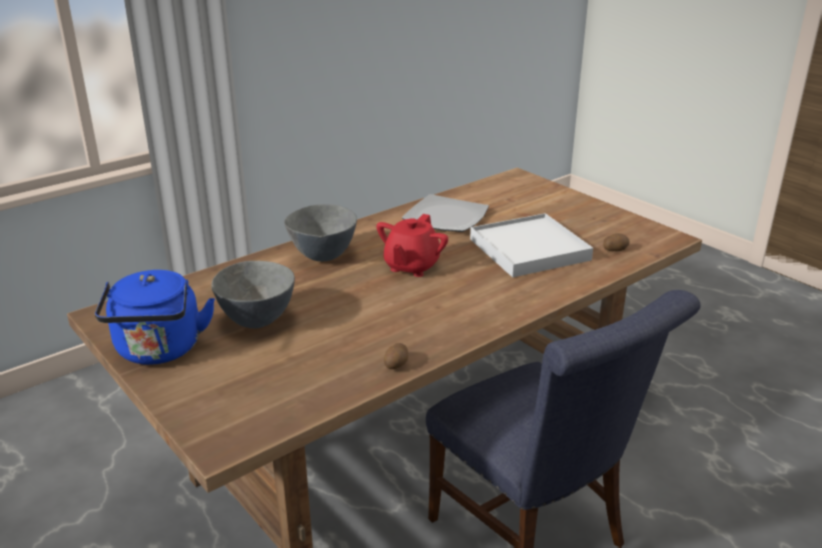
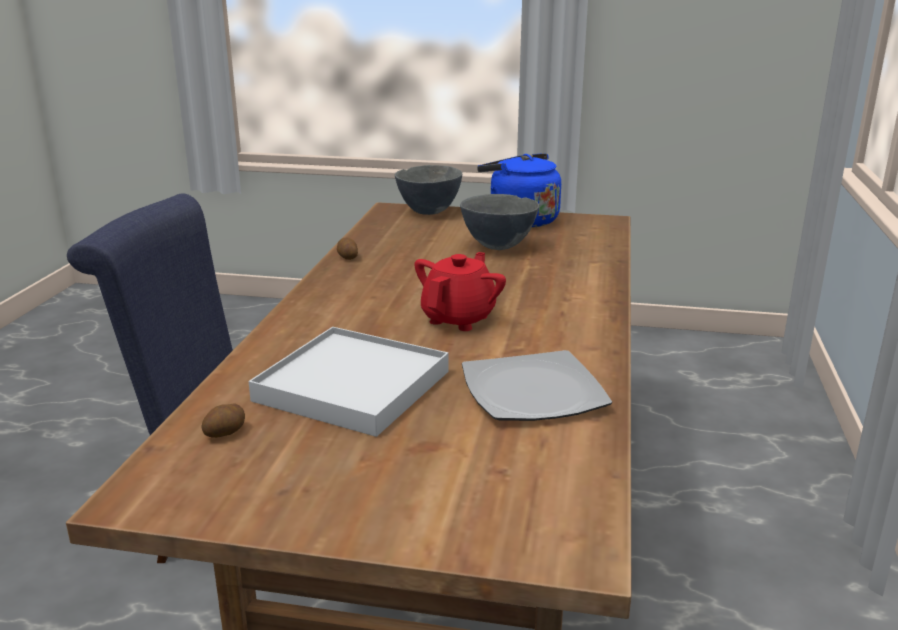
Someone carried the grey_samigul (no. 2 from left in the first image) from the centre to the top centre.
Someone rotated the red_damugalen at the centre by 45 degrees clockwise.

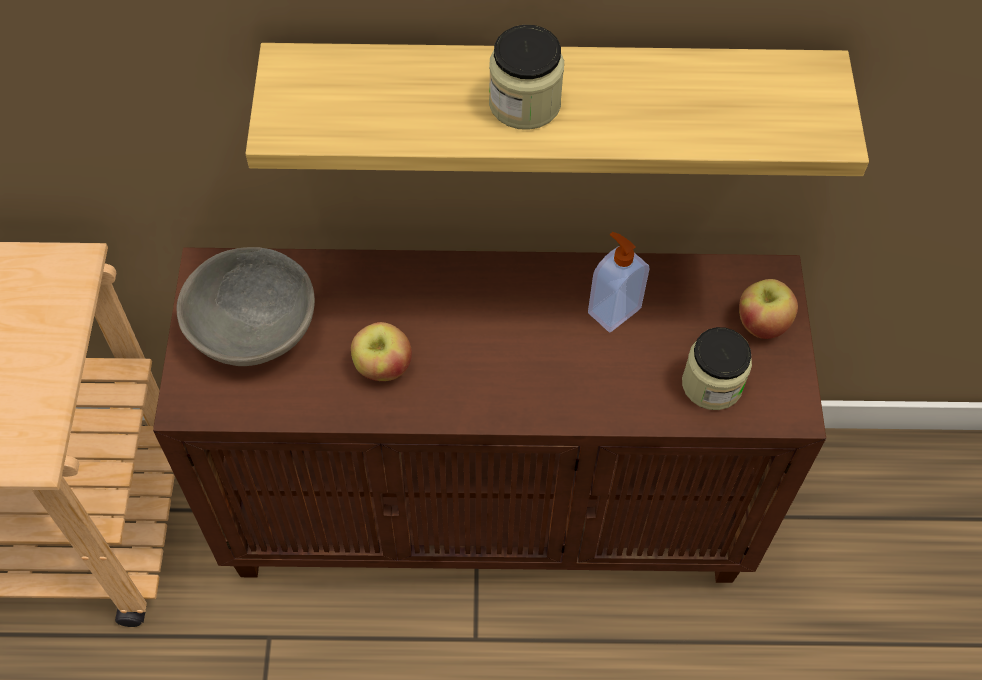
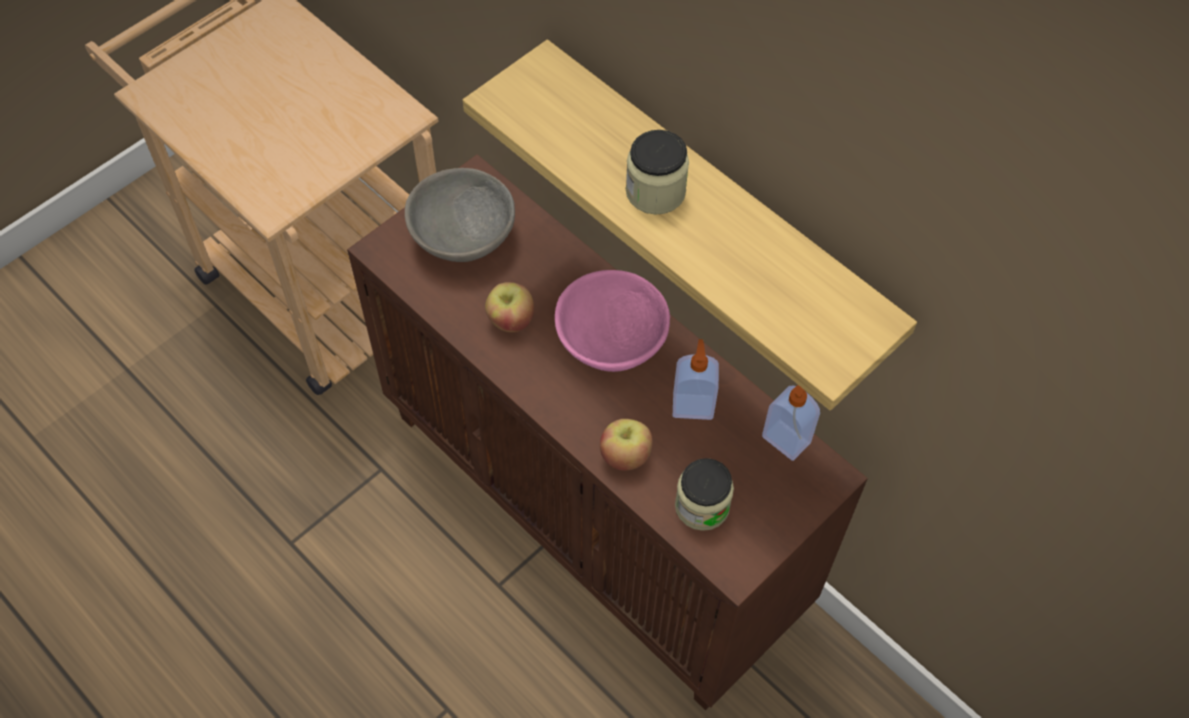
Someone put down the pink_samigul at the centre.
Someone put down the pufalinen (no. 2 from left) at the centre.
Someone carried the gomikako (no. 2 from left) from the middle right to the centre.

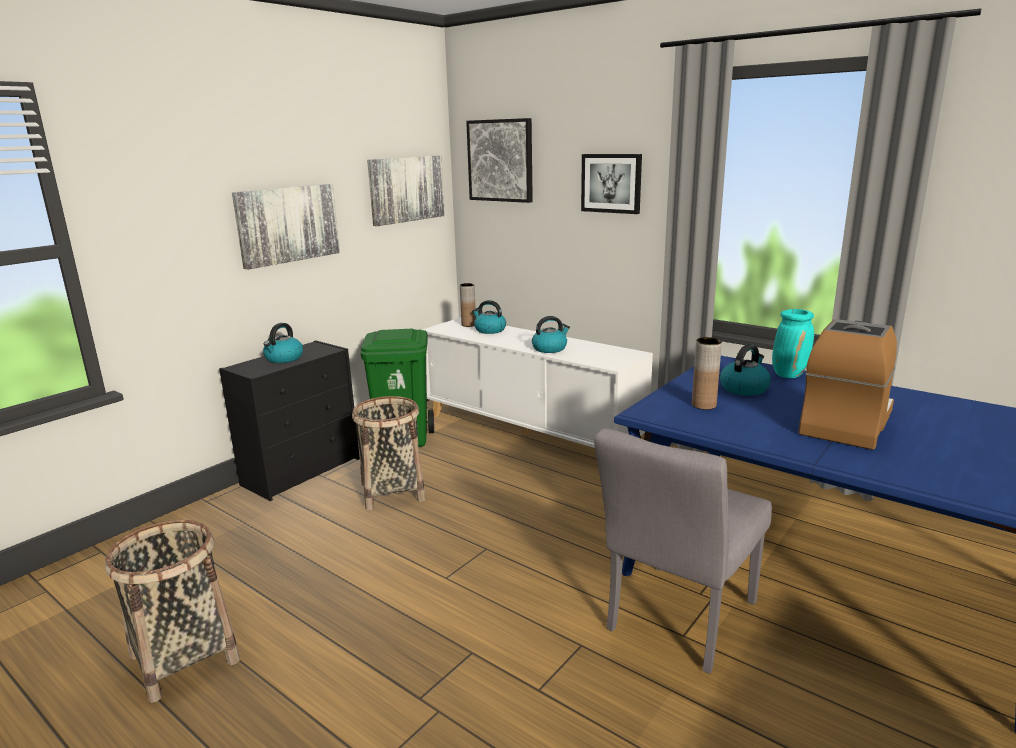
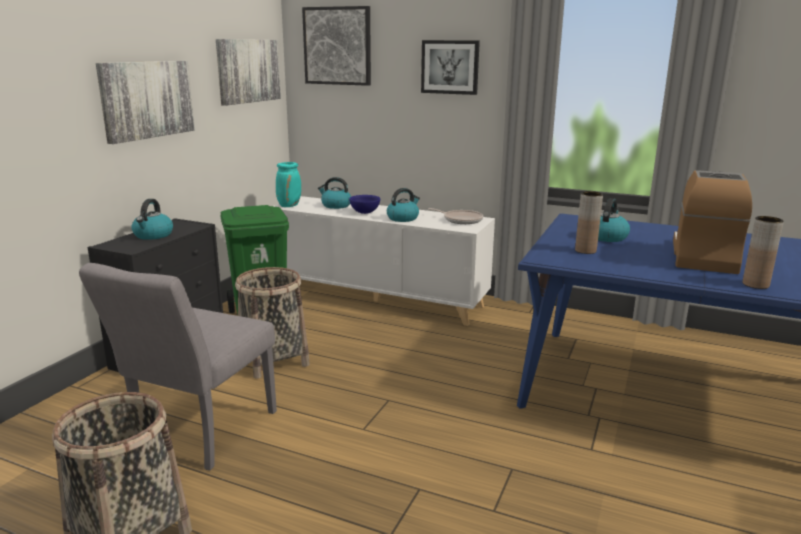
Someone put down the blue_samigul at the centre.
Someone put down the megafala at the centre.
Someone carried the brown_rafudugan (no. 1 from left in the first image) from the centre to the middle right.
Someone carried the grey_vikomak from the bottom right to the bottom left.
Someone carried the turquoise_rafudugan from the middle right to the centre.

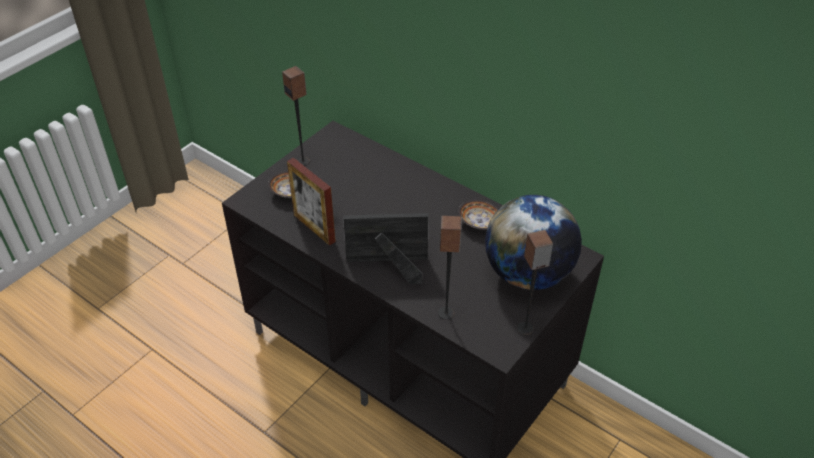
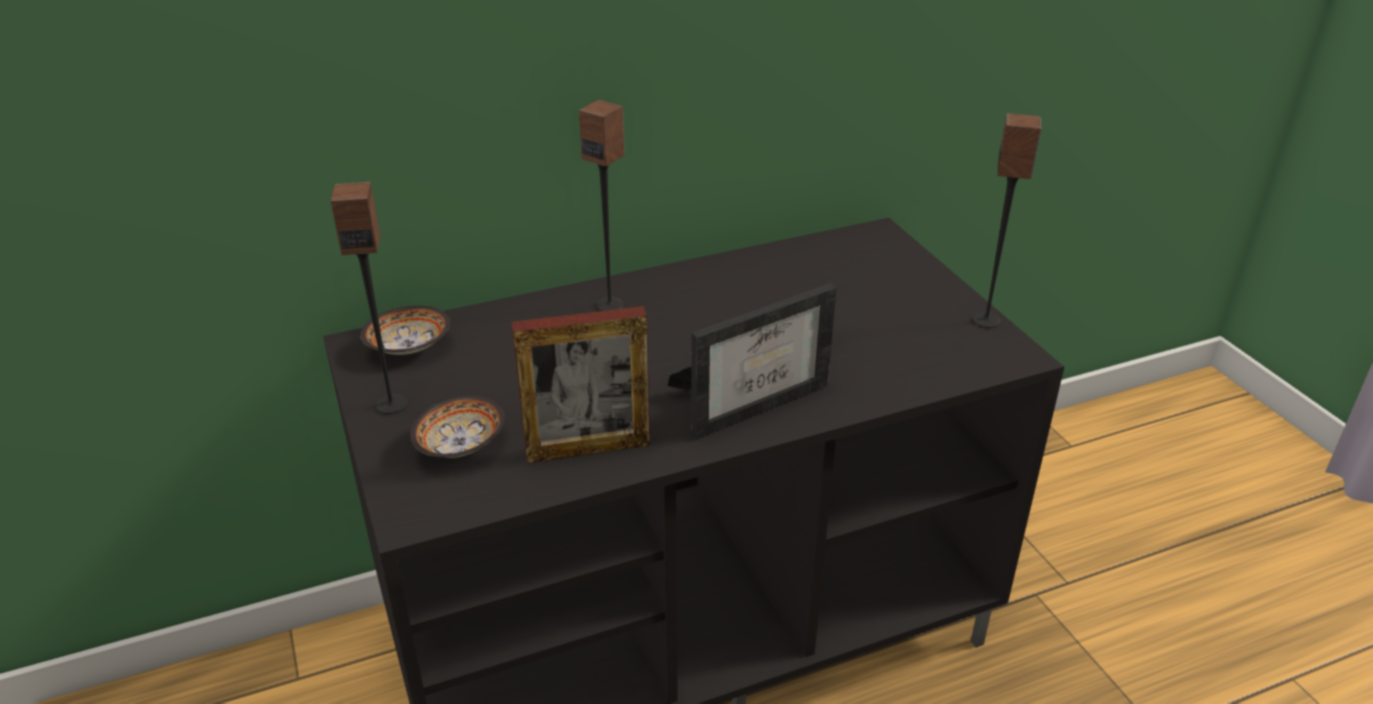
Someone took away the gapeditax at the centre.
Someone carried the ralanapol (no. 2 from left) from the centre to the top centre.
Someone carried the samigul (no. 2 from left in the first image) from the centre to the middle left.
Someone rotated the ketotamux (no. 2 from left) at the centre by 150 degrees counterclockwise.

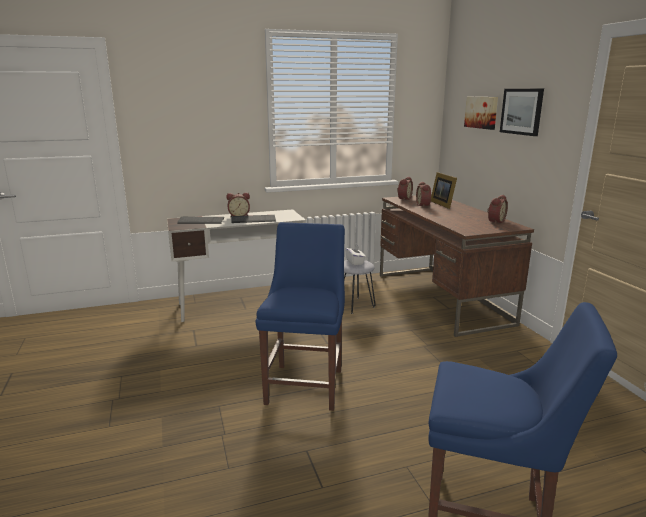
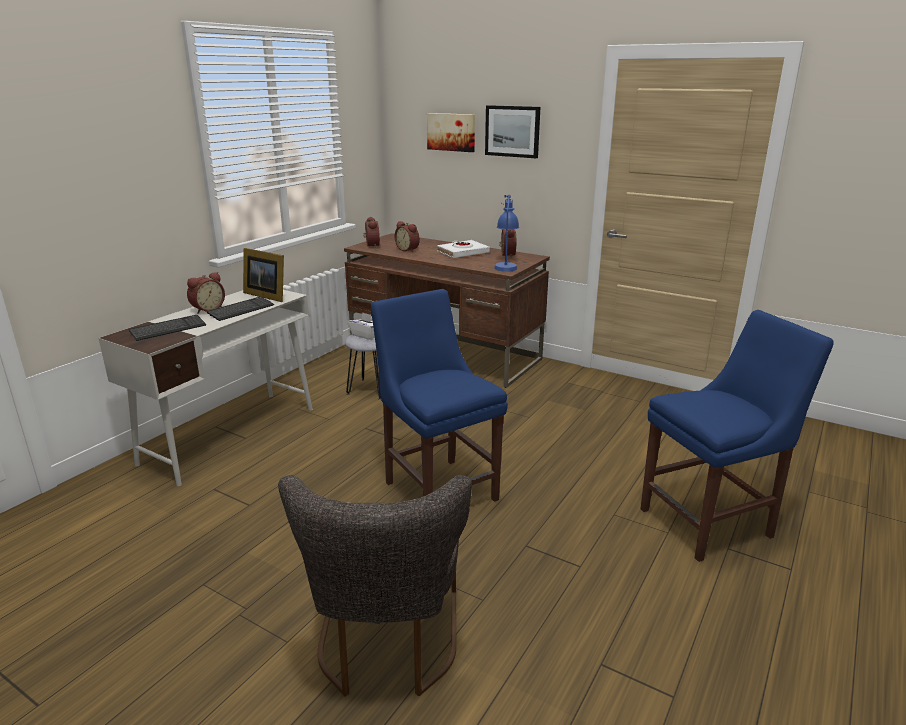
Someone put down the grey_vikomak at the bottom centre.
Someone put down the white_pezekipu at the centre.
Someone put down the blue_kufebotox at the top centre.
Someone carried the ketotamux from the middle right to the middle left.

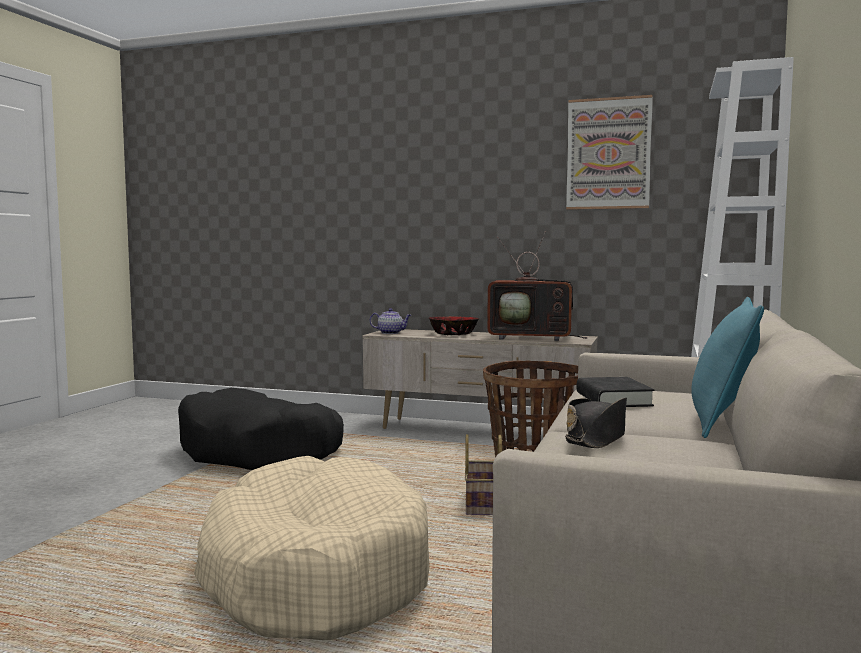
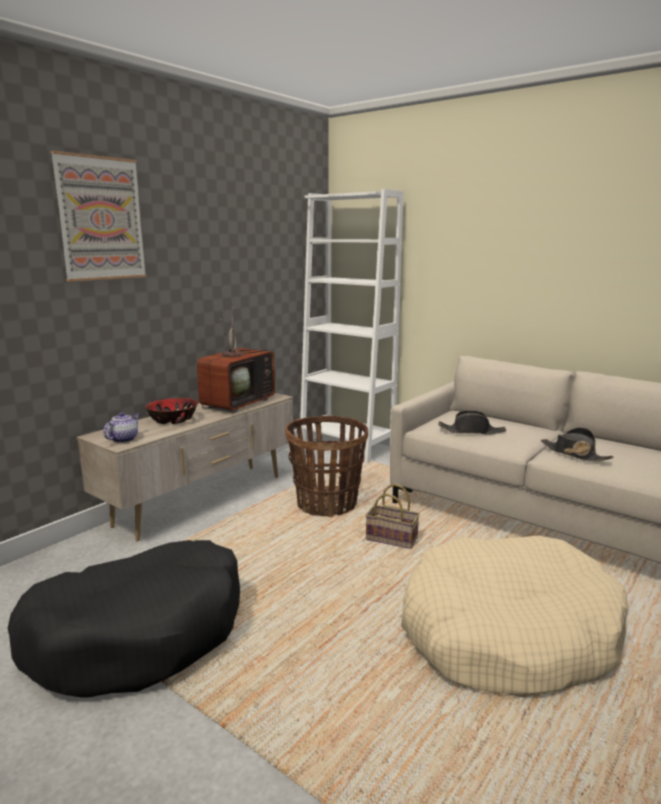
Someone took away the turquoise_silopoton at the middle right.
Someone carried the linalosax from the top right to the top left.
Someone swapped the black_pezekipu at the middle right for the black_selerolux (no. 1 from left) at the middle right.

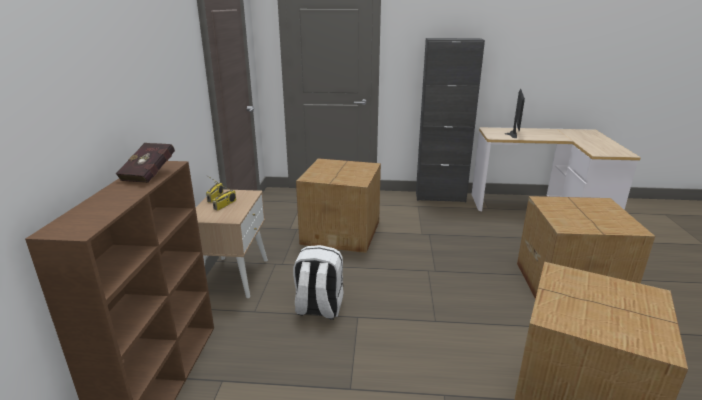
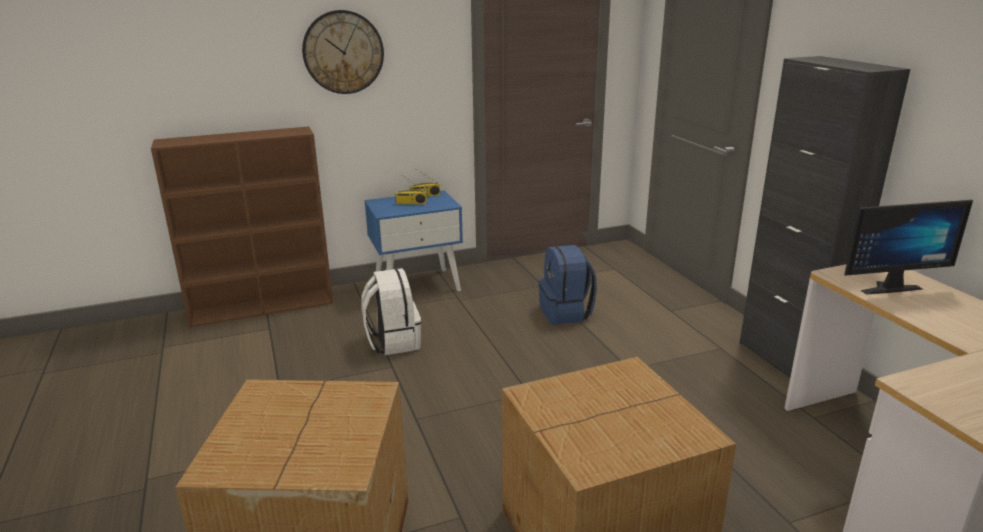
Someone took away the red_pezekipu at the middle left.
Someone put up the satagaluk at the top centre.
Someone swapped the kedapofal (no. 1 from left) at the centre for the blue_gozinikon at the centre.
Someone repainted the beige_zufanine at the middle left, which became the blue_zufanine at the centre.

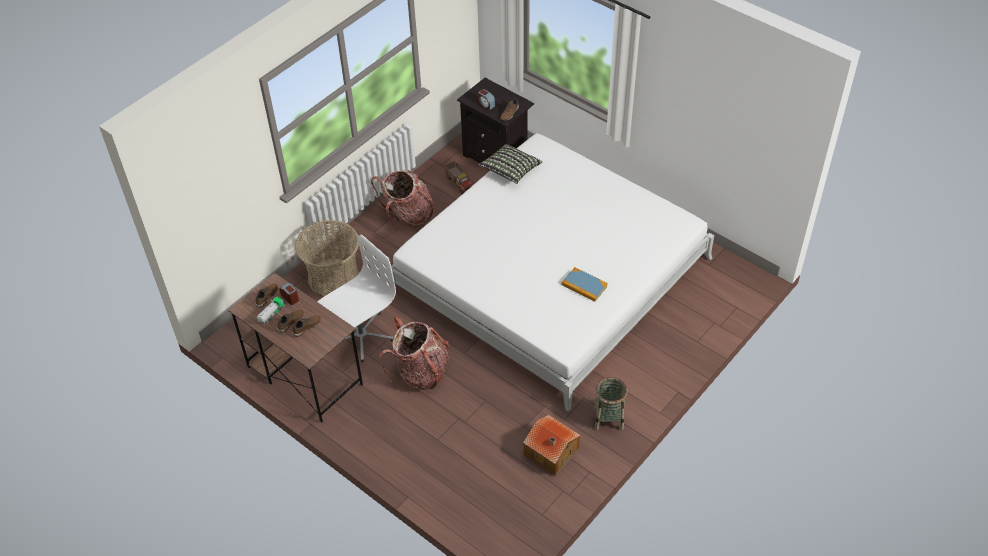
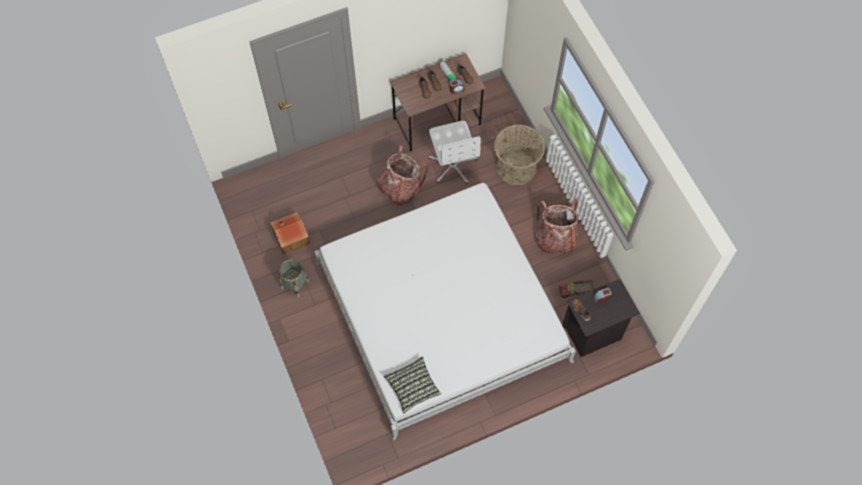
Someone took away the pezekipu at the centre.
Someone carried the silopoton from the top centre to the bottom centre.

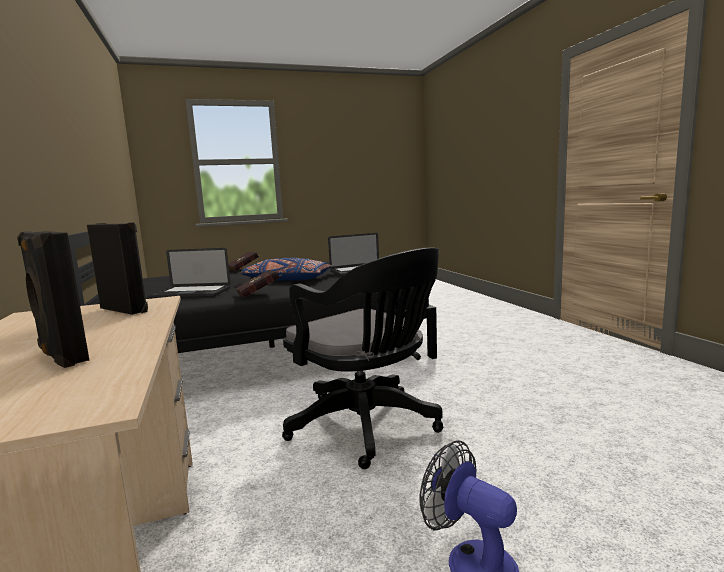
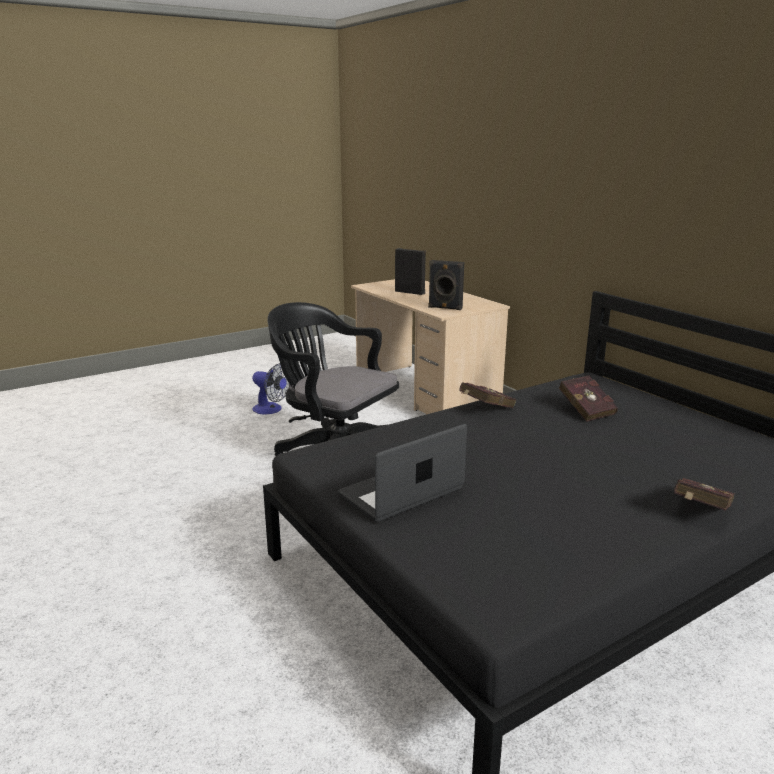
Someone took away the blue_silopoton at the centre.
Someone swapped the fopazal (no. 1 from left) at the middle left for the red_pezekipu (no. 2 from left) at the middle right.

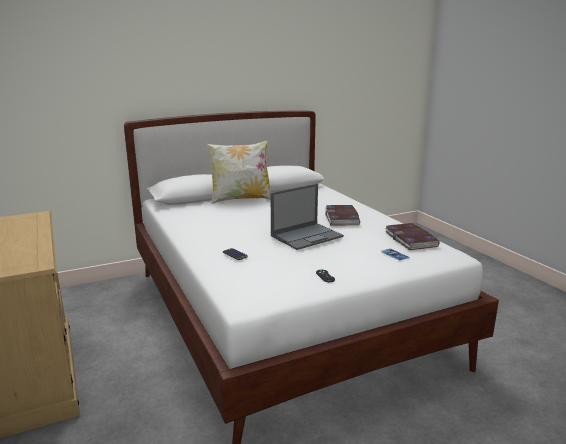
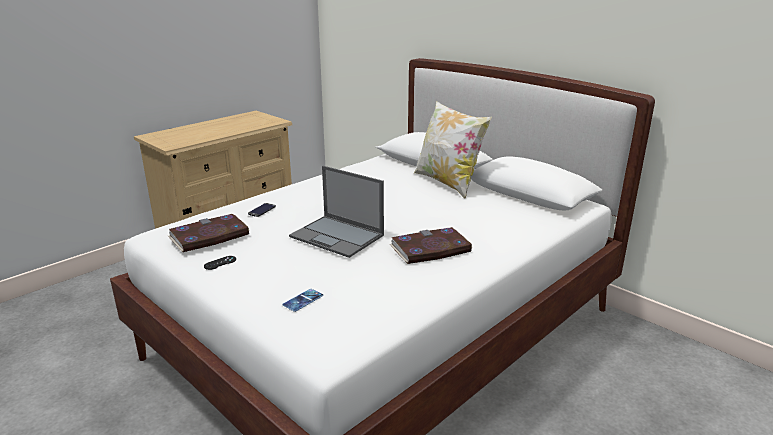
Someone carried the pezekipu (no. 2 from left in the first image) from the middle right to the middle left.

